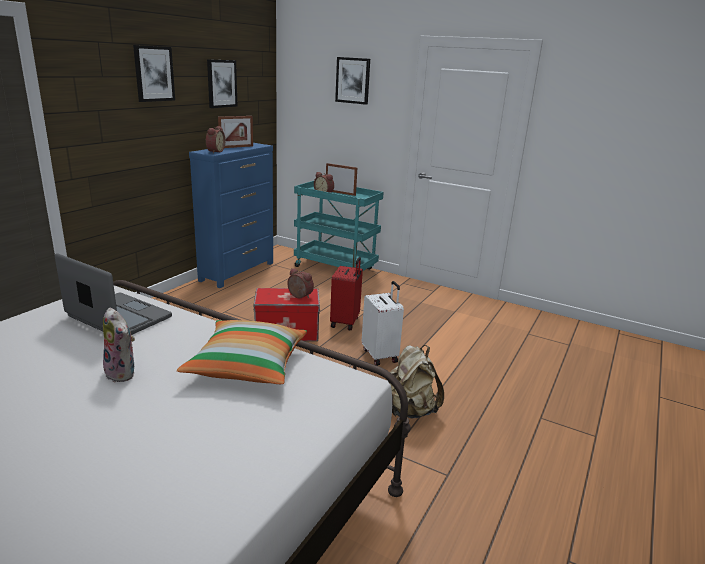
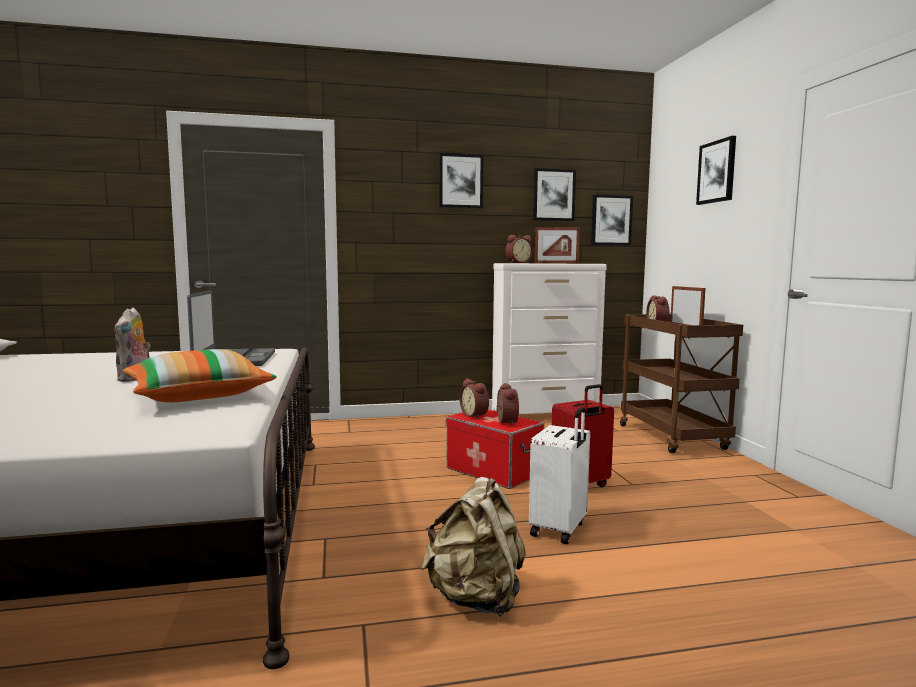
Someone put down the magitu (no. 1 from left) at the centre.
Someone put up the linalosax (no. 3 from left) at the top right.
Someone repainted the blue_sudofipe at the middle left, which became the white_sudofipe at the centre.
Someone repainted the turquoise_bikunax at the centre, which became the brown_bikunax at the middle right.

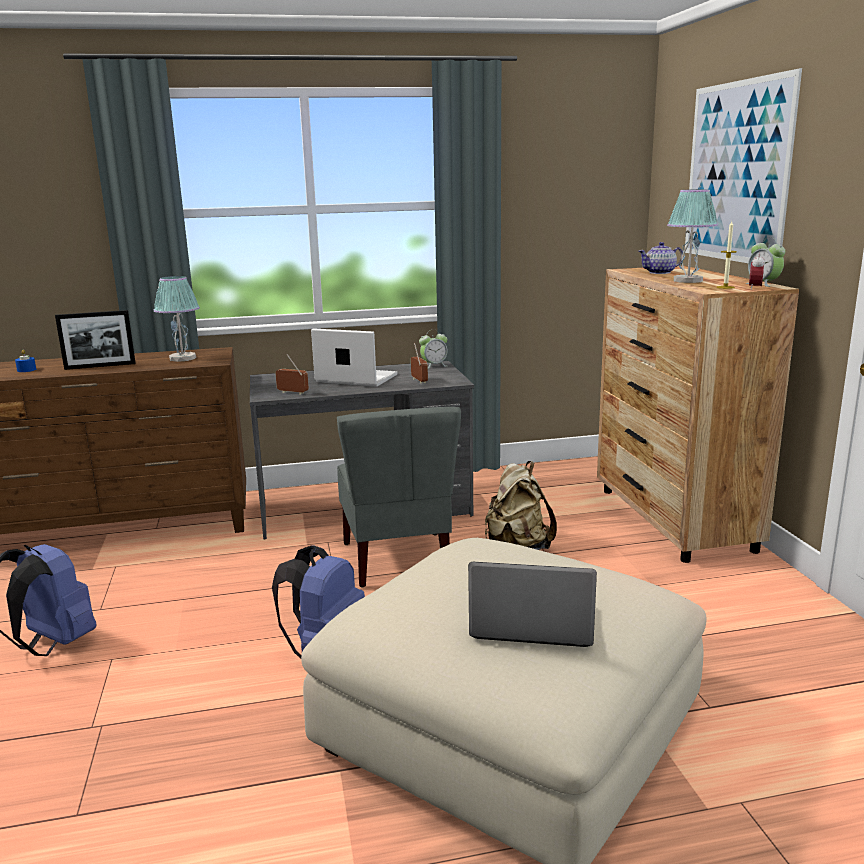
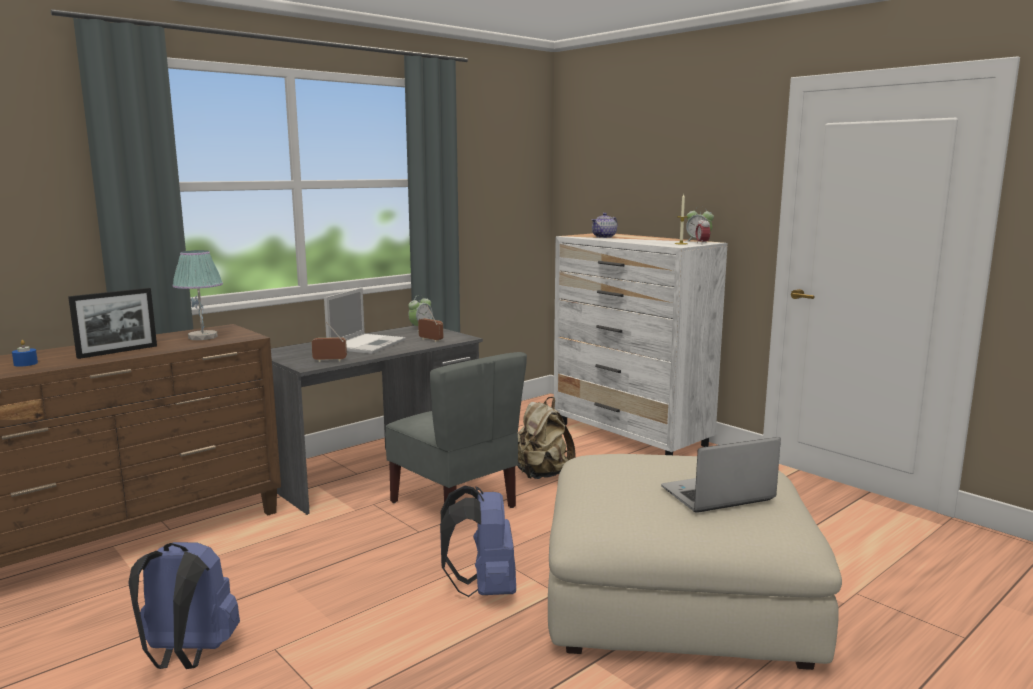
Someone took away the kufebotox (no. 2 from left) at the top right.
Someone took away the linalosax at the top right.
Someone repainted the brown_sudofipe (no. 2 from left) at the middle right, which became the white_sudofipe at the centre.
Someone rotated the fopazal (no. 1 from left) at the centre by 120 degrees clockwise.

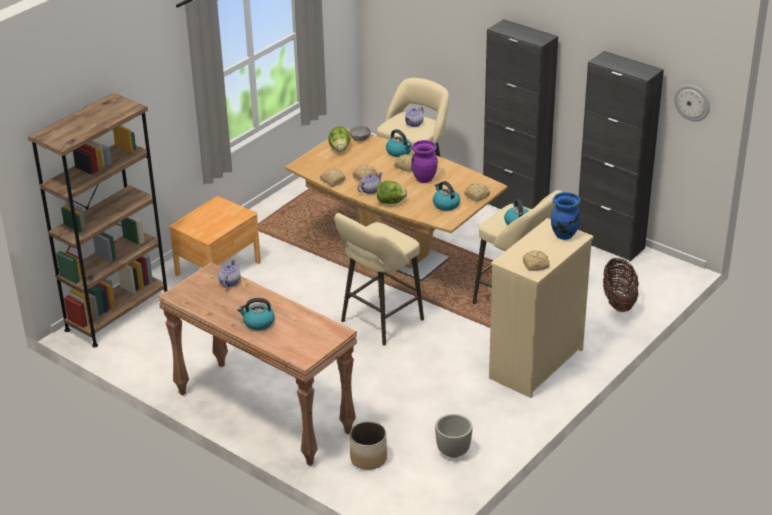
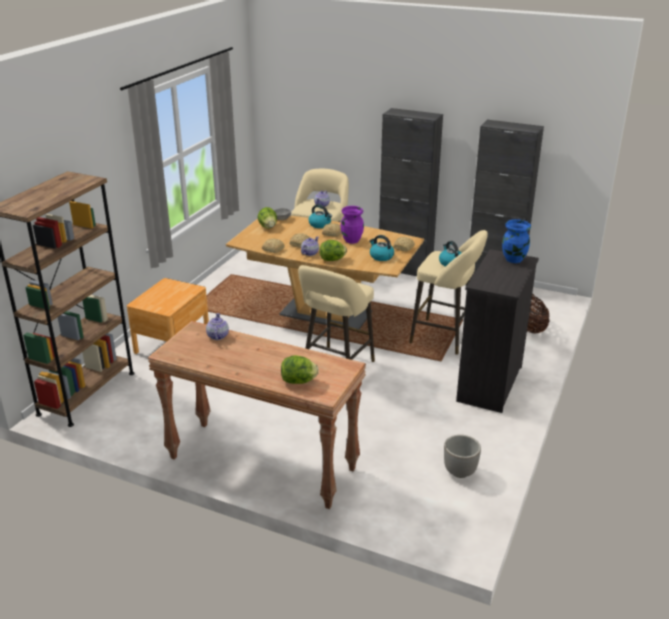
Someone took away the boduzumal (no. 1 from left) at the middle left.
Someone took away the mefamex (no. 1 from left) at the bottom centre.
Someone took away the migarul (no. 5 from left) at the middle right.
Someone took away the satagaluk at the top right.
Someone put down the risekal (no. 2 from left) at the centre.
Someone repainted the beige_sudofipe at the middle right, which became the black_sudofipe at the middle right.

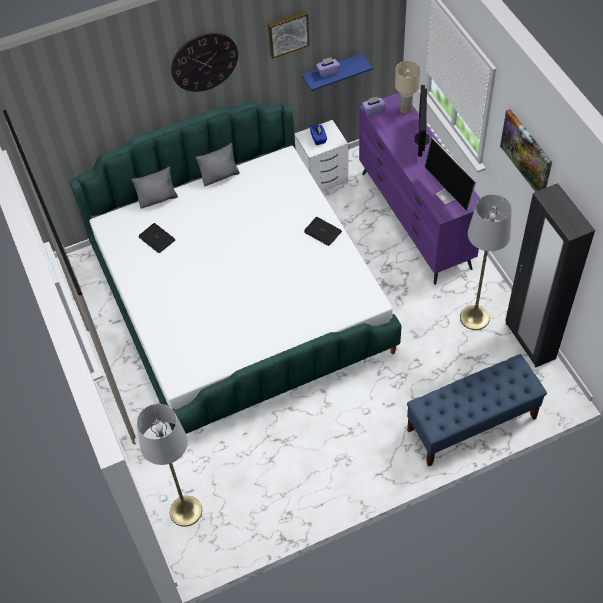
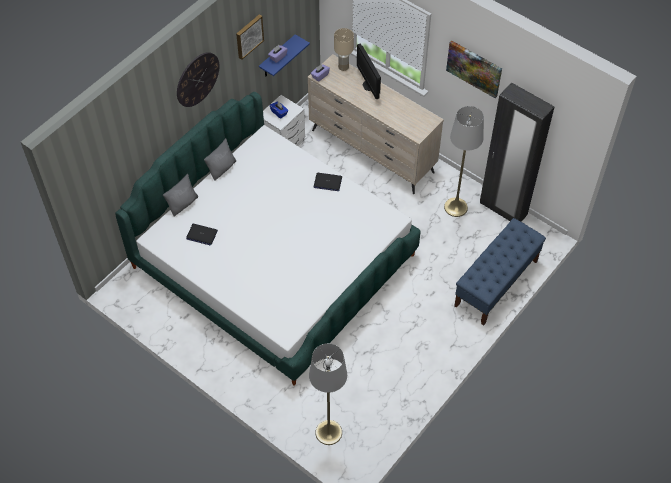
Someone took away the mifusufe (no. 2 from left) at the top right.
Someone repainted the purple_sudofipe at the top right, which became the beige_sudofipe at the top centre.

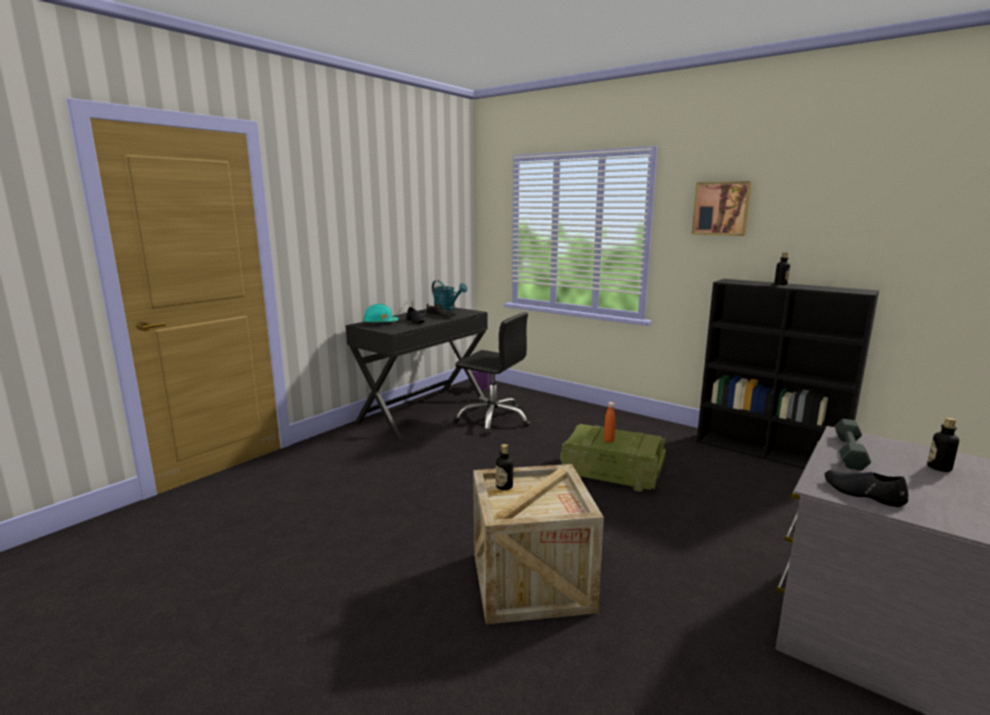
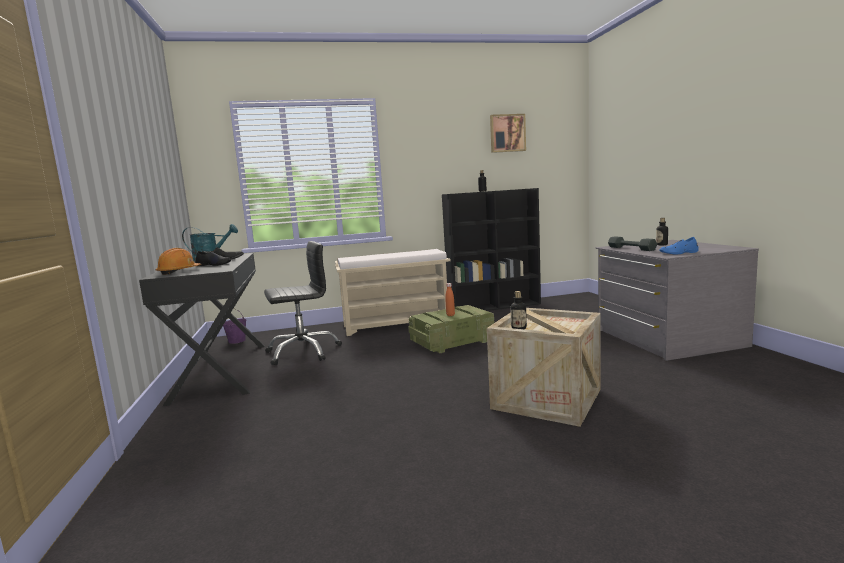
Someone put down the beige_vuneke at the centre.
Someone carried the linalosax from the top right to the top centre.
Someone repainted the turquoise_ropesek at the centre, which became the orange_ropesek at the middle left.
Someone repainted the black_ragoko (no. 3 from left) at the bottom right, which became the blue_ragoko at the middle right.

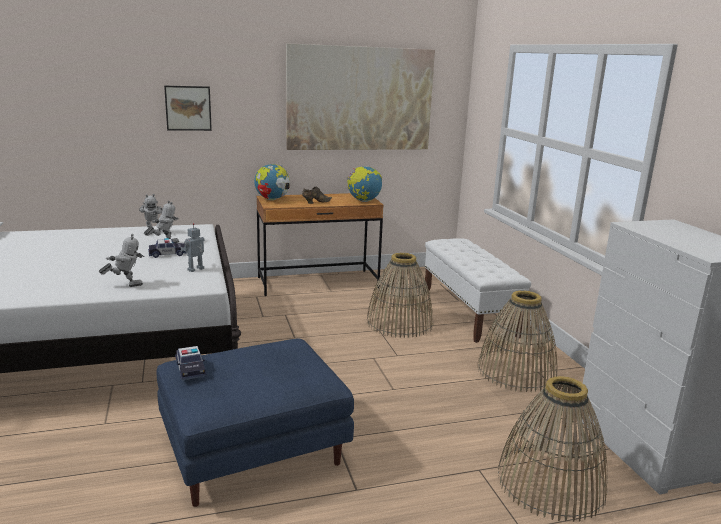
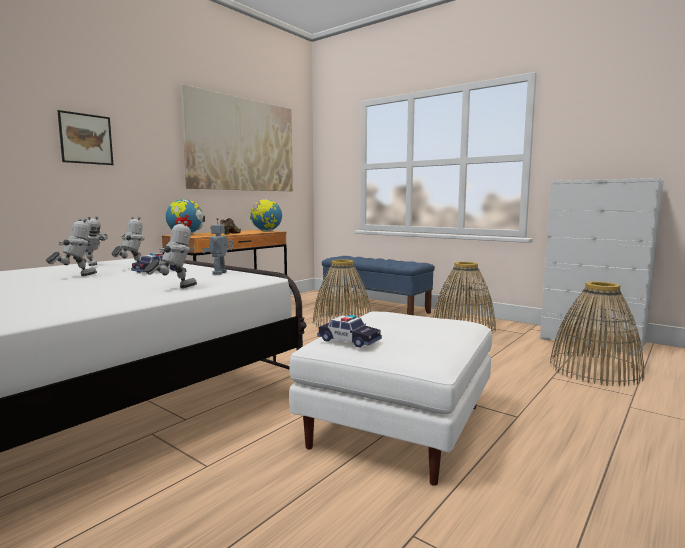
Someone put down the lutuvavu (no. 1 from left) at the middle left.
Someone repainted the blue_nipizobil at the bottom centre, which became the white_nipizobil at the bottom centre.
Someone repainted the white_vuneke at the centre, which became the blue_vuneke at the centre.

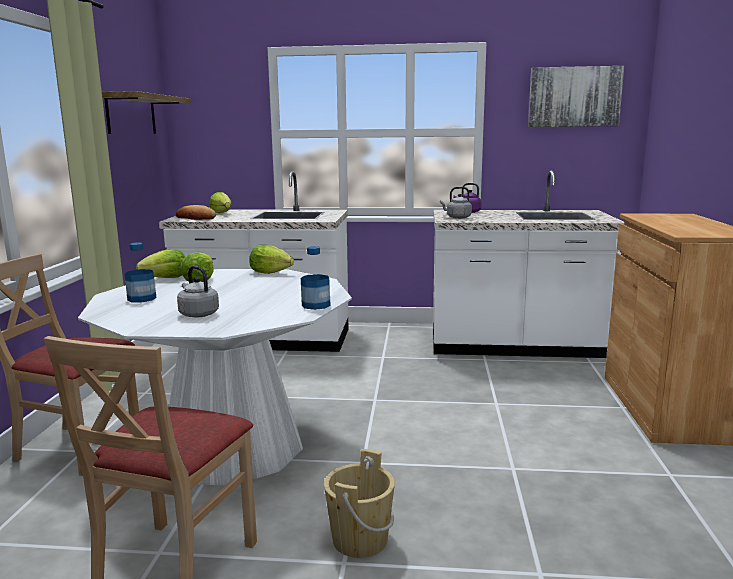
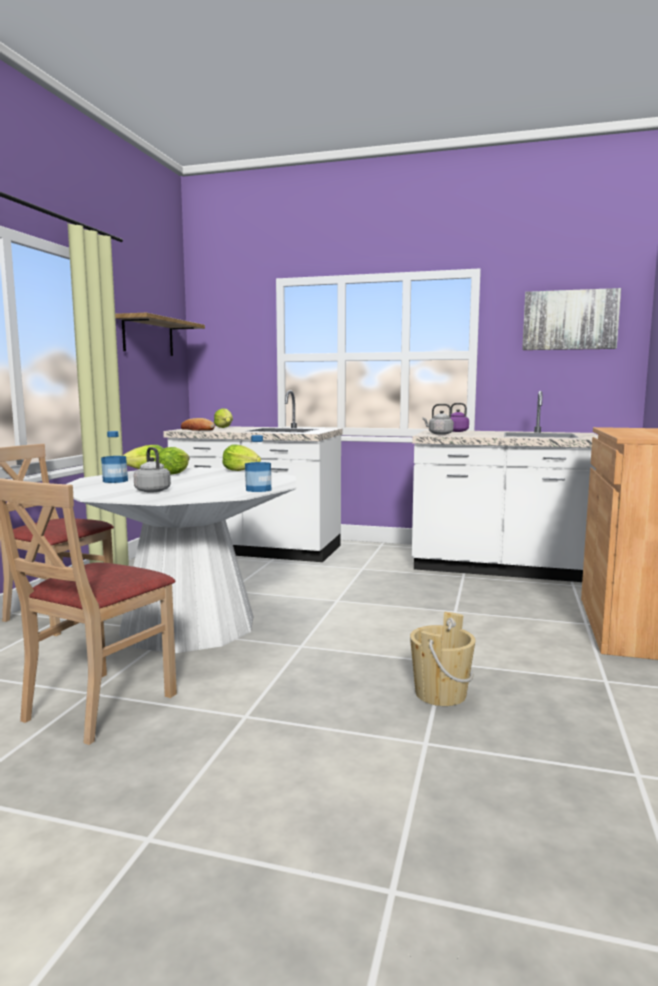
Someone carried the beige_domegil from the bottom centre to the bottom right.

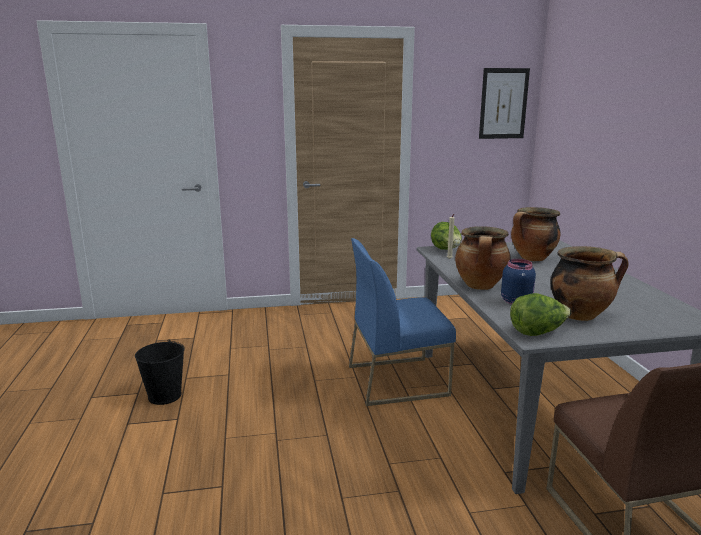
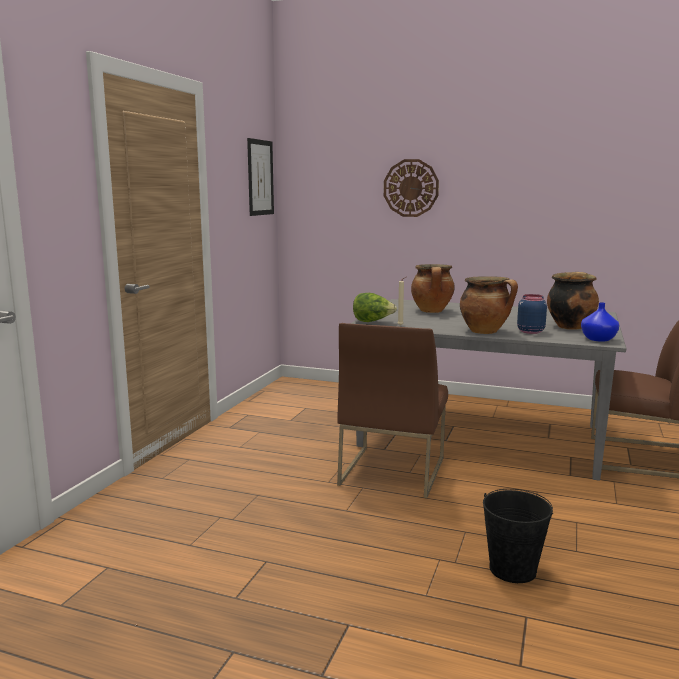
Someone put up the satagaluk at the top centre.
Someone carried the black_domegil from the bottom left to the bottom right.
Someone swapped the risekal (no. 2 from left) at the middle right for the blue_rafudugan at the middle right.
Someone repainted the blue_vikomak at the centre, which became the brown_vikomak (no. 1 from left) at the centre.

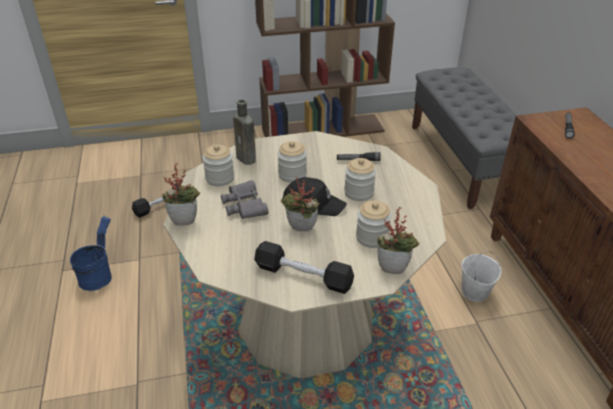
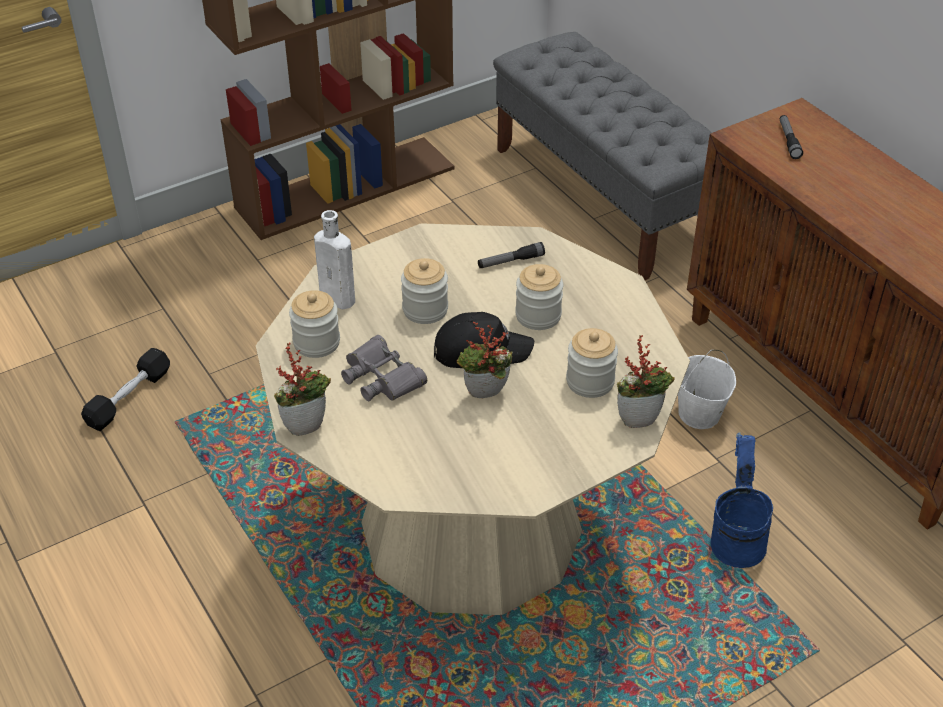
Someone took away the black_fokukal (no. 2 from left) at the centre.
Someone carried the blue_domegil from the middle left to the bottom right.
Someone repainted the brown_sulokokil at the top centre, which became the white_sulokokil at the centre.

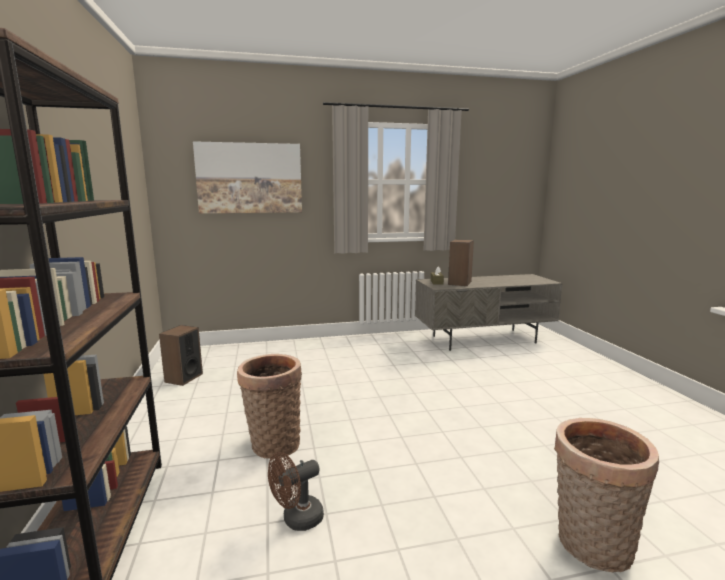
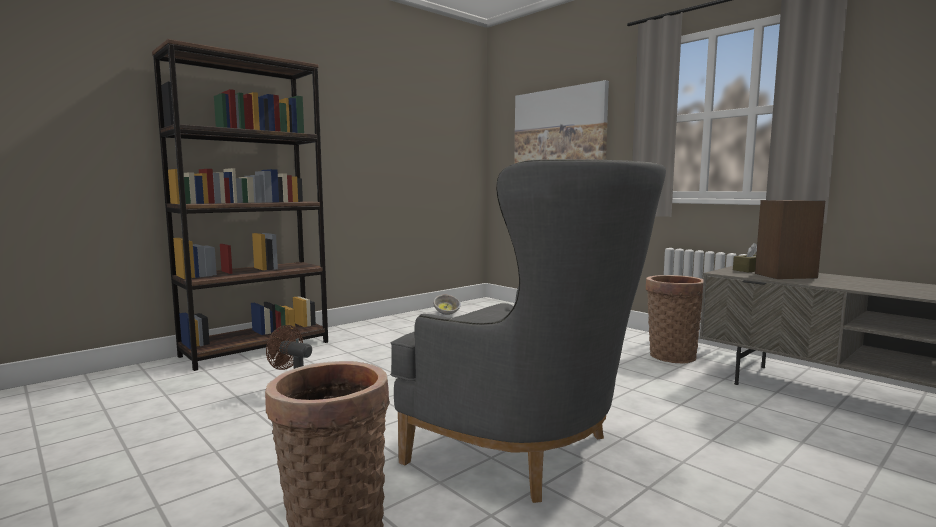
Someone put down the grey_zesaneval at the centre.
Someone carried the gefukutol (no. 1 from left in the first image) from the bottom centre to the middle right.
Someone swapped the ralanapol (no. 1 from left) at the middle left for the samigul at the centre.

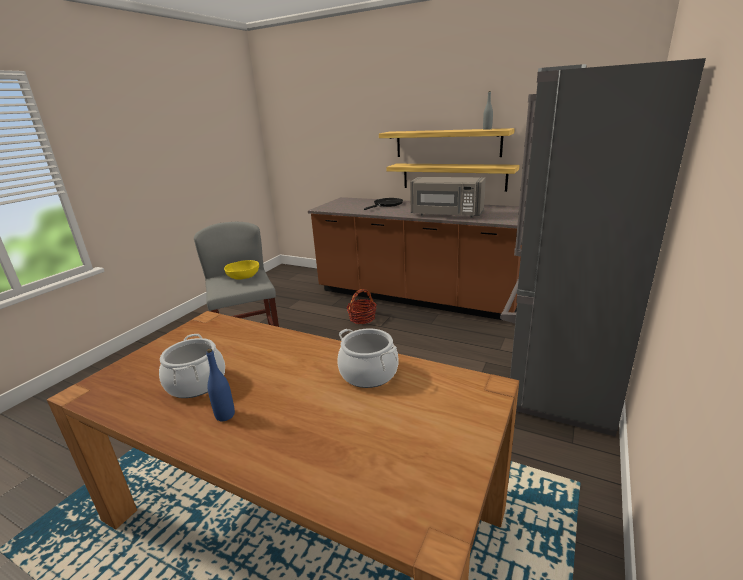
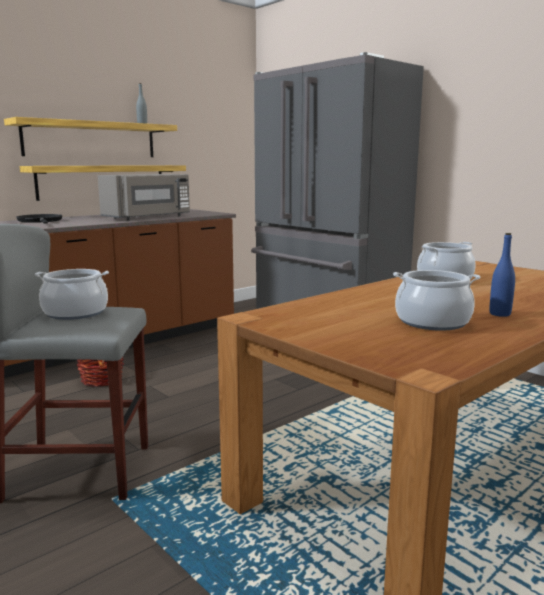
Someone swapped the yellow_samigul at the middle left for the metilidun (no. 1 from left) at the middle left.

